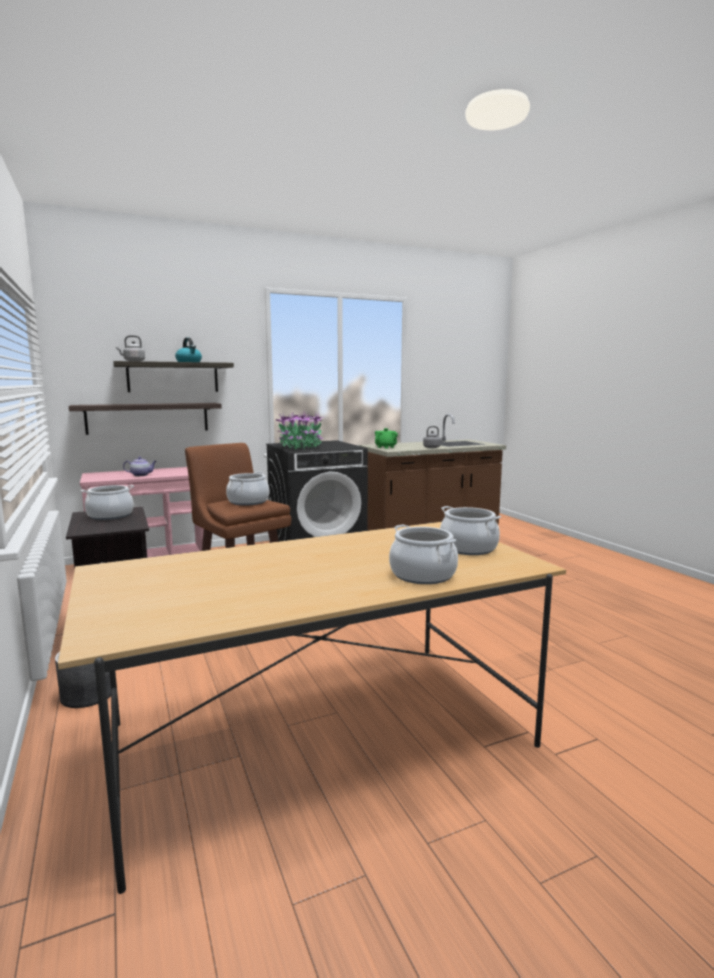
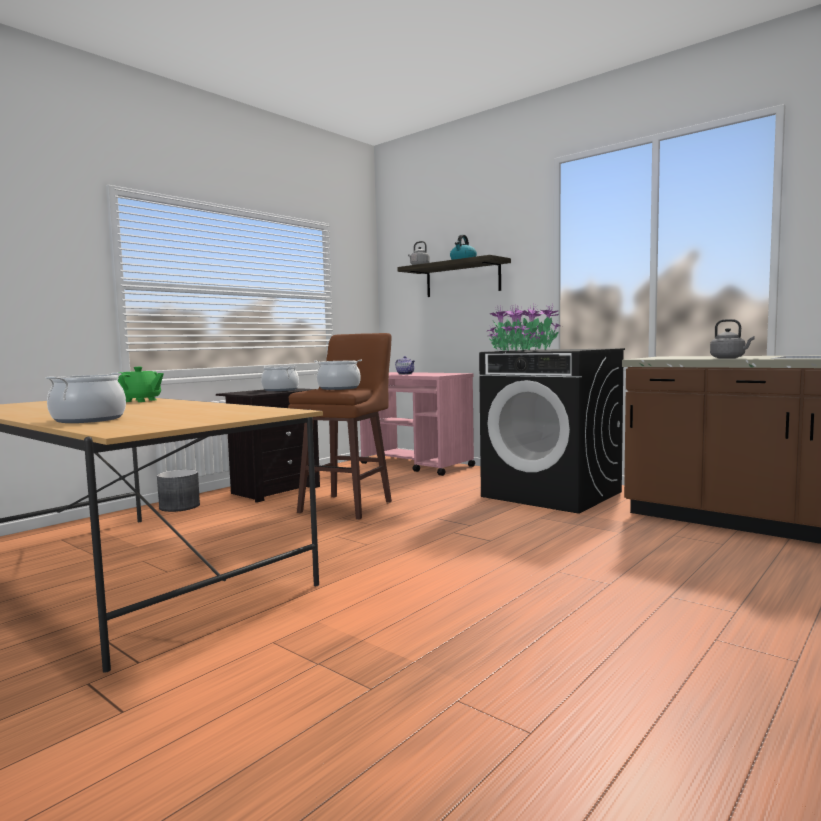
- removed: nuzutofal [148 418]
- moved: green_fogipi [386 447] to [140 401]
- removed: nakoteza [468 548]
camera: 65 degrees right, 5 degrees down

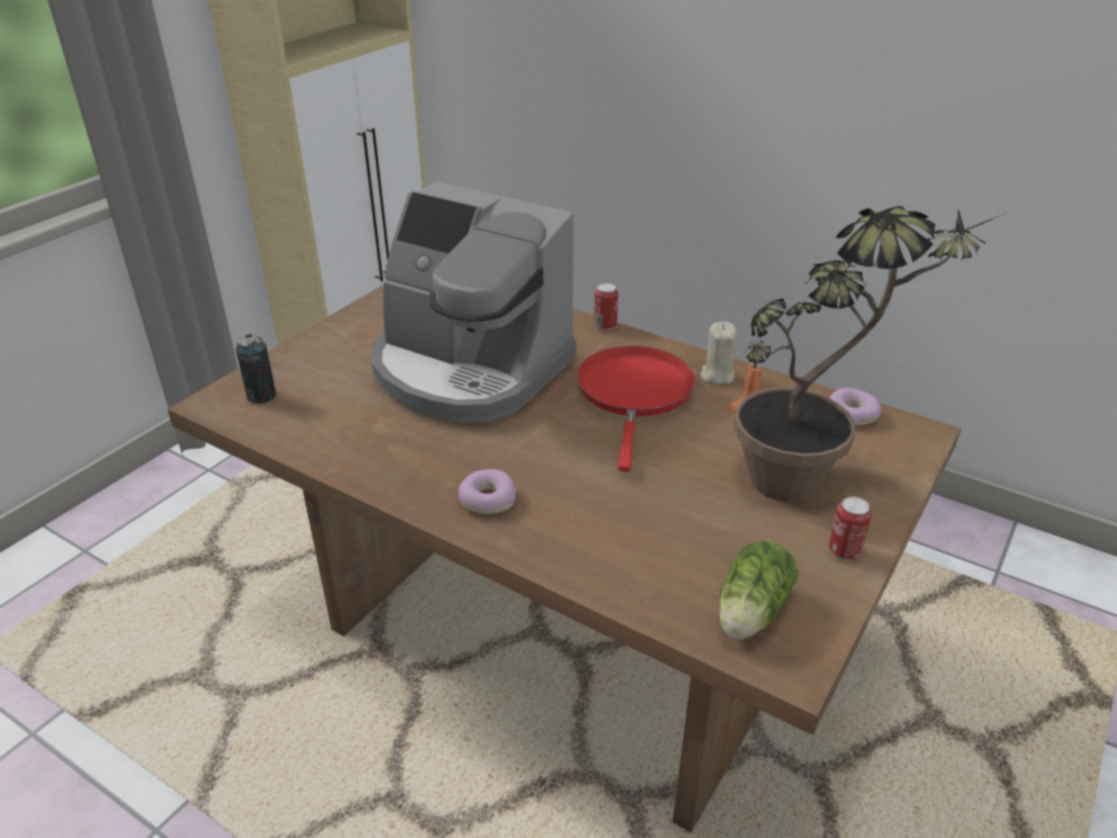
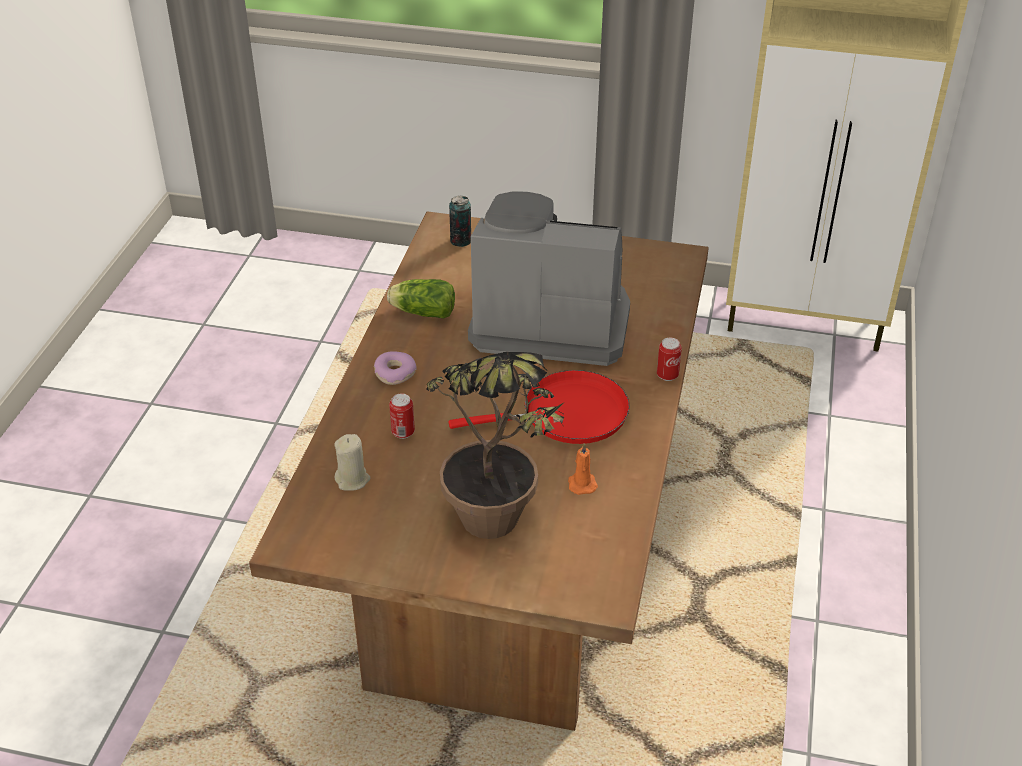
- turned: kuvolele [469 370] = [550 320] 90 degrees clockwise
- moved: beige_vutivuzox [717 376] to [352 480]
- moved: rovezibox [749 614] to [421 312]
- moved: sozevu [844 551] to [403 432]
- removed: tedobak [852 414]
camera: 70 degrees right, 5 degrees up

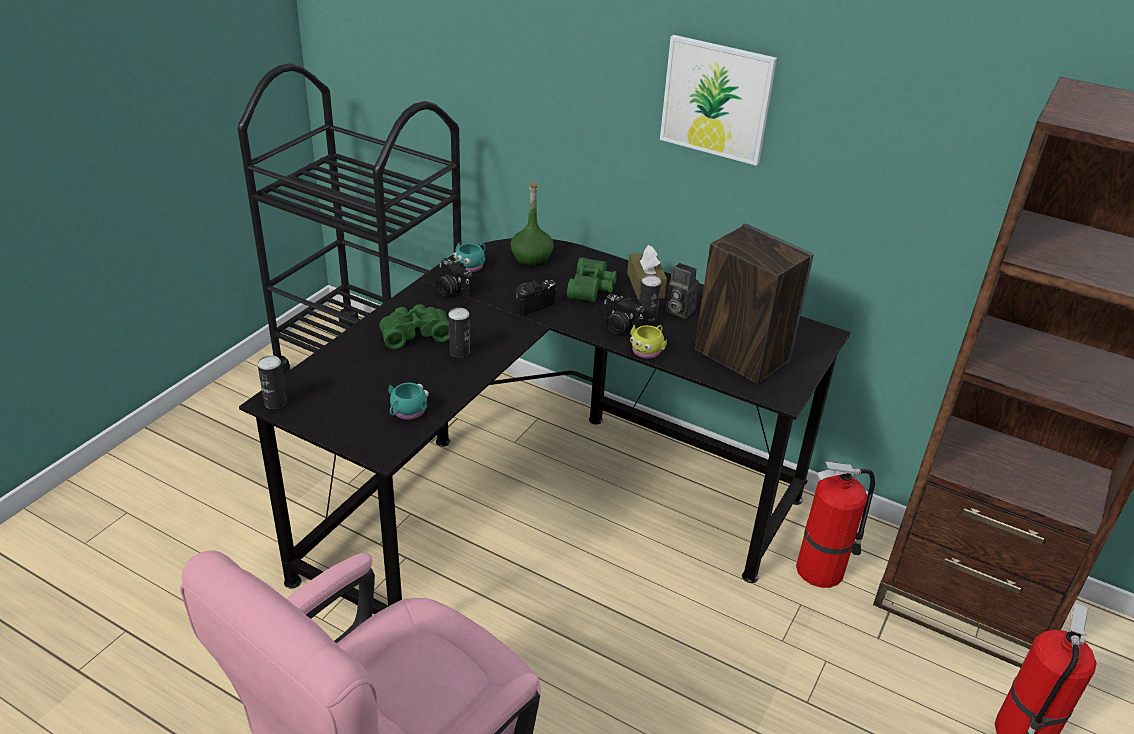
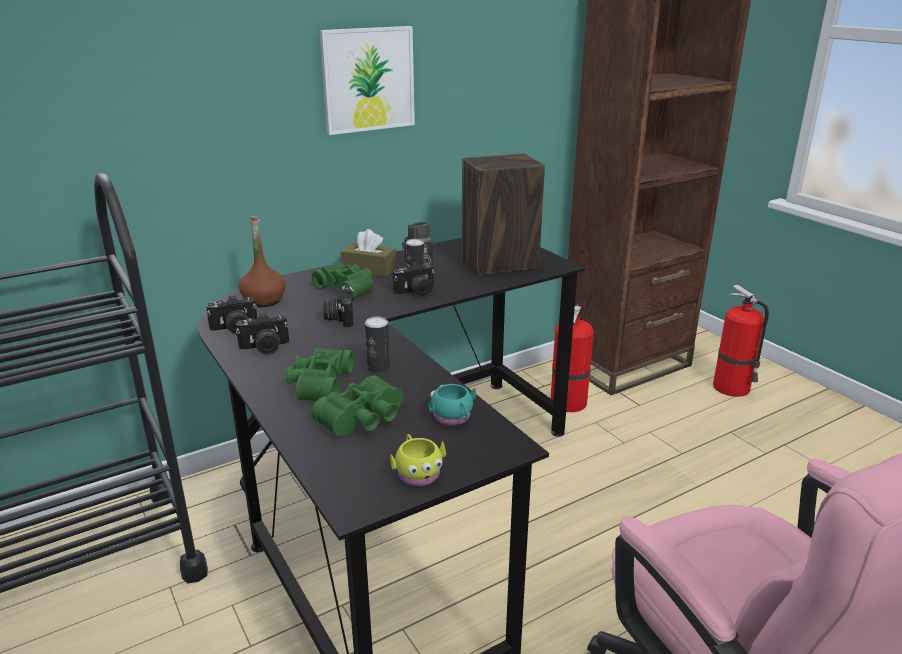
- removed: sozevu [275 402]
- replaced: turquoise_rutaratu [471 265] to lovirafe [234 329]
- recoloured: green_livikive [531 258] to brown_livikive [264 300]
- moved: yellow_rutaratu [648 349] to [417 472]
- added: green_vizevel [364 419]
camera: 60 degrees left, 10 degrees down

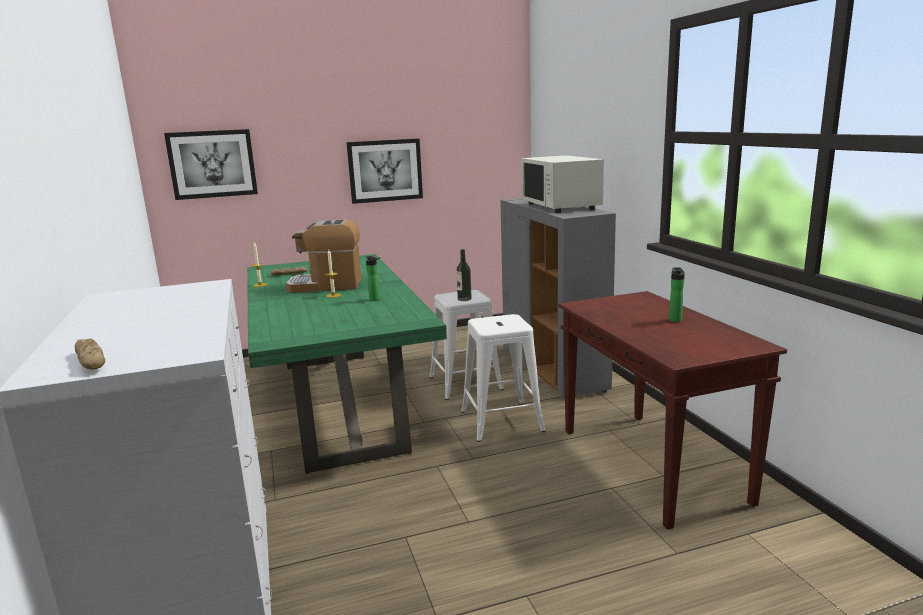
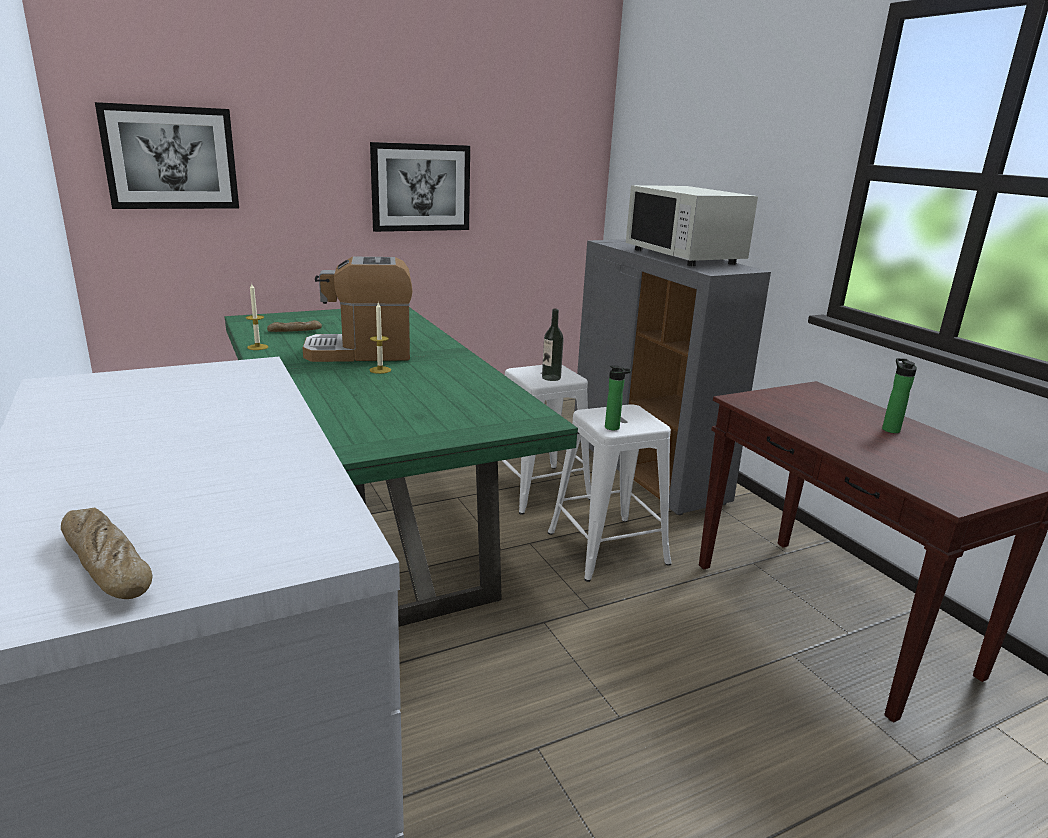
- moved: livikive [375 300] to [614 428]
camera: 10 degrees left, 5 degrees up

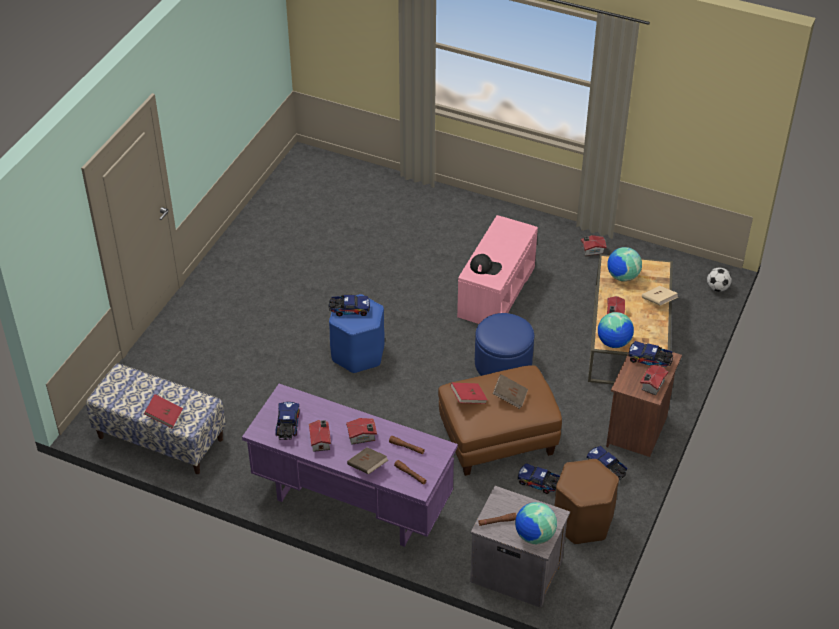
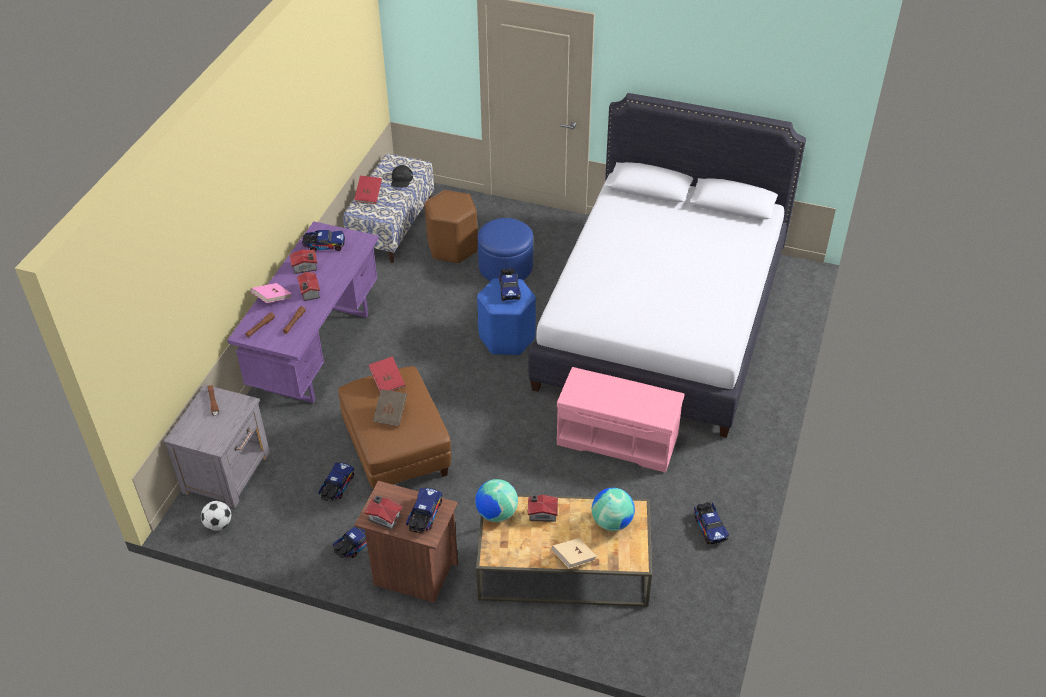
- recoloured: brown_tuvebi [367 466] to pink_tuvebi [272 299]
- moved: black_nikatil [485 267] to [401 179]
- moved: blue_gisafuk [503 363] to [505 267]
- removed: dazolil [534 535]
- moved: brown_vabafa [583 521] to [453 248]
- replaced: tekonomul [591 250] to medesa [709 527]
- moved: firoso [717 288] to [218 524]
- added: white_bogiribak [661 320]
camera: 85 degrees right, 0 degrees up

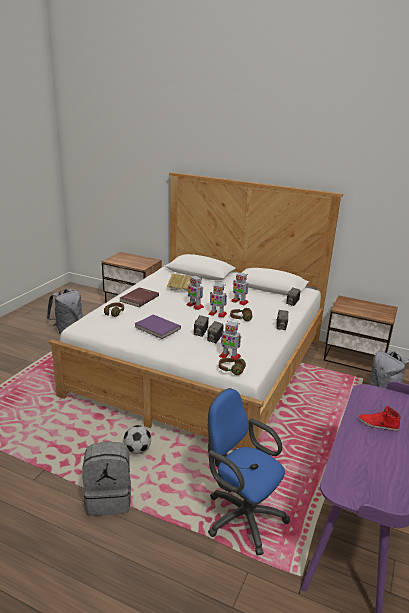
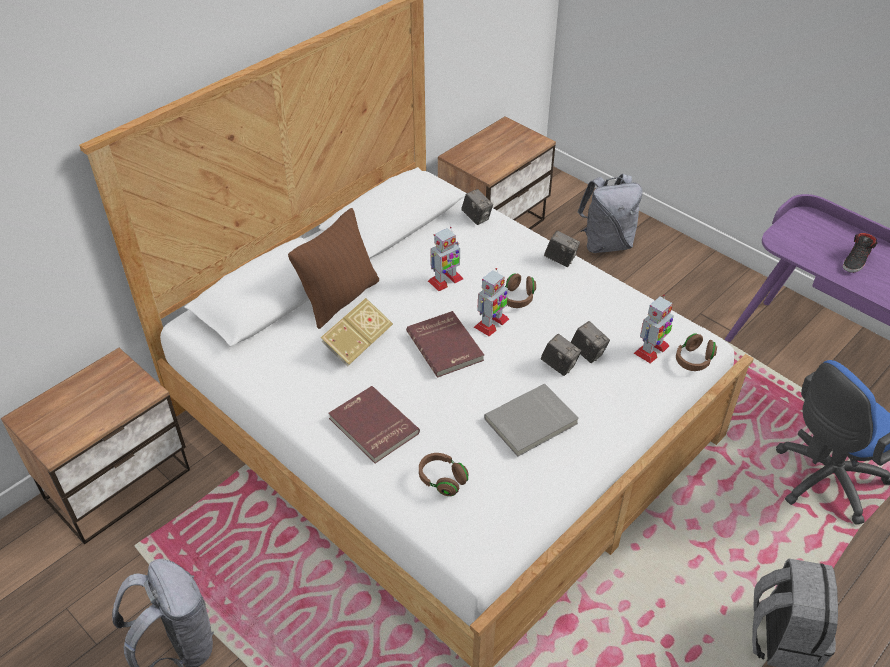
- removed: firoso [137 450]
- recoloured: purple_tuvebi [157 328] to grey_tuvebi [532 422]
- replaced: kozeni [194 306] to red_tuvebi [446 345]
- recoloured: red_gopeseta [378 425] to black_gopeseta [856 260]
- added: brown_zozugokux [340 299]
camera: 70 degrees left, 20 degrees up

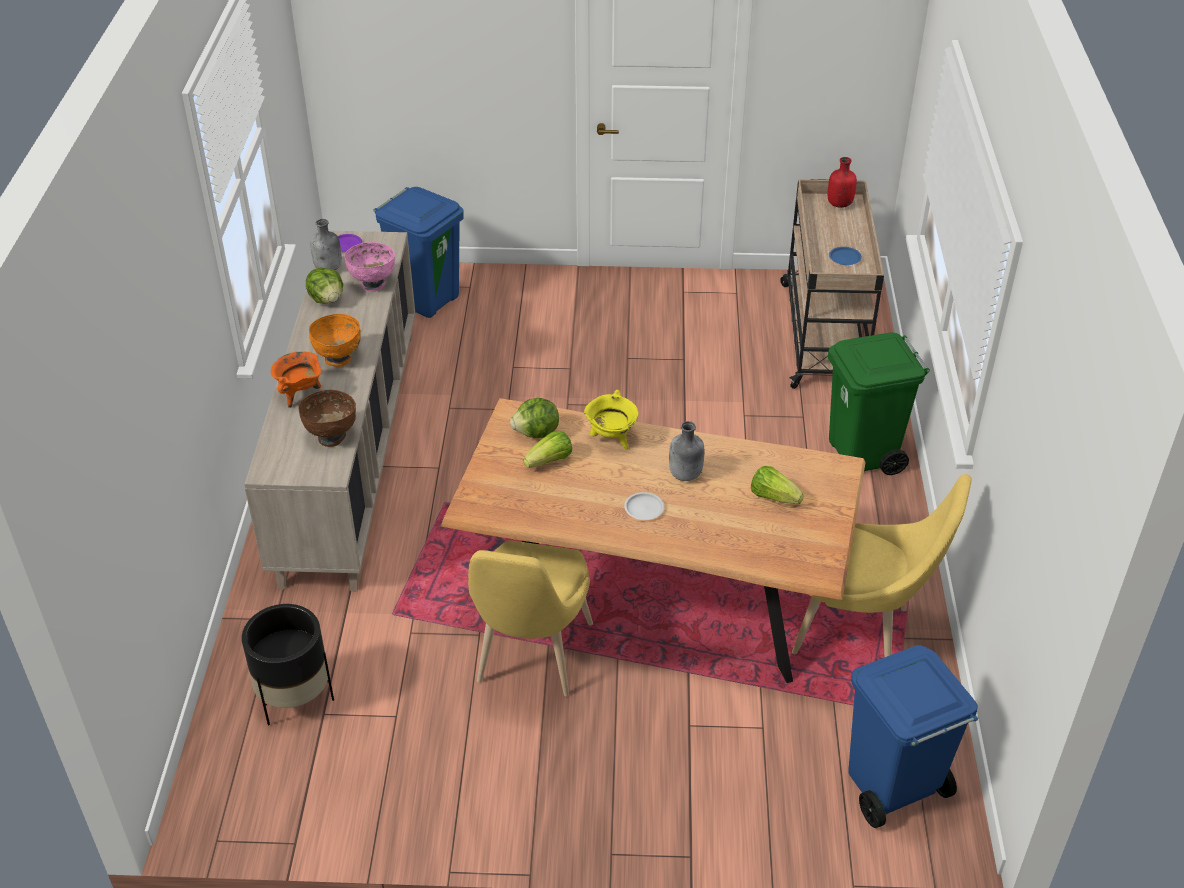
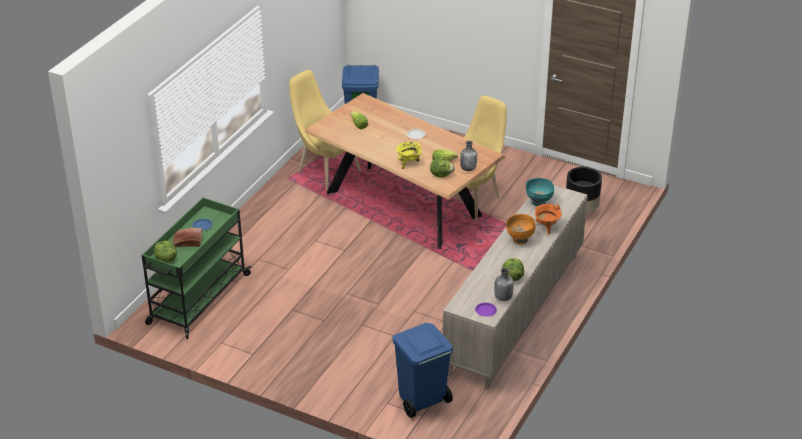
- recoloured: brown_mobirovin [332 437] to turquoise_mobirovin [538 203]
- removed: pink_mobirovin [373 284]
- moved: grey_livikive [685 475] to [468 168]
- recoloured: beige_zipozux [824 334] to green_zipozux [198 300]
- replaced: red_livikive [839 204] to rovezibox [165 259]
- removed: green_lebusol [863 454]
- added: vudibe [187 243]
camera: 155 degrees left, 5 degrees down

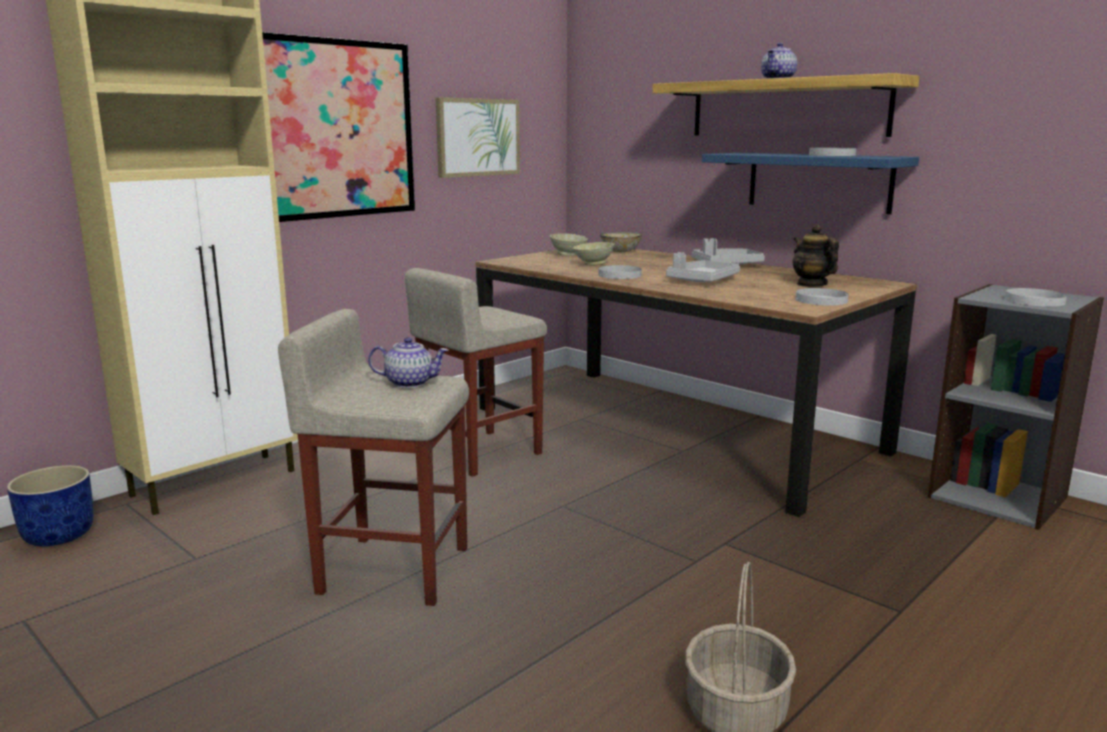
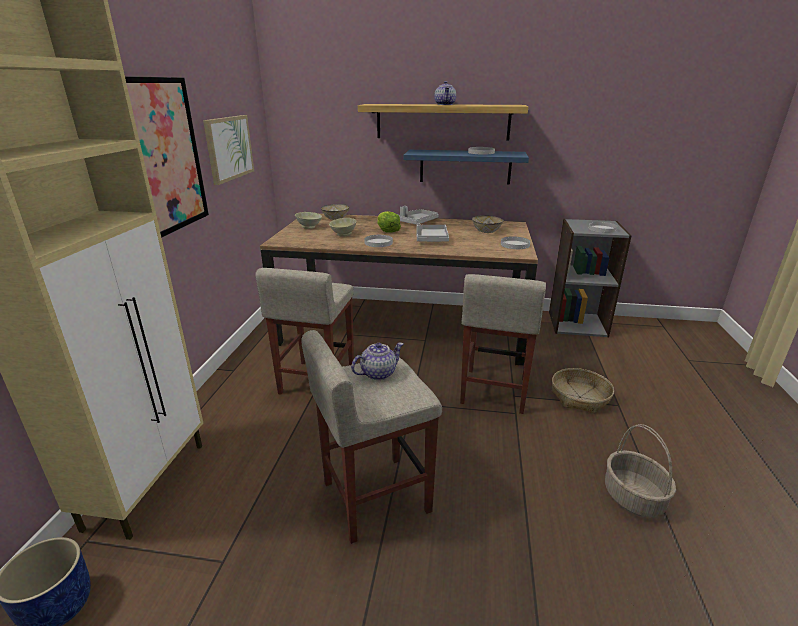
- replaced: fogipi [811 284] to mobirovin [486 232]
- added: rovezibox [387 230]
- added: beige_vabafa [494 391]
- added: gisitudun [579 397]
camera: 35 degrees left, 10 degrees up

